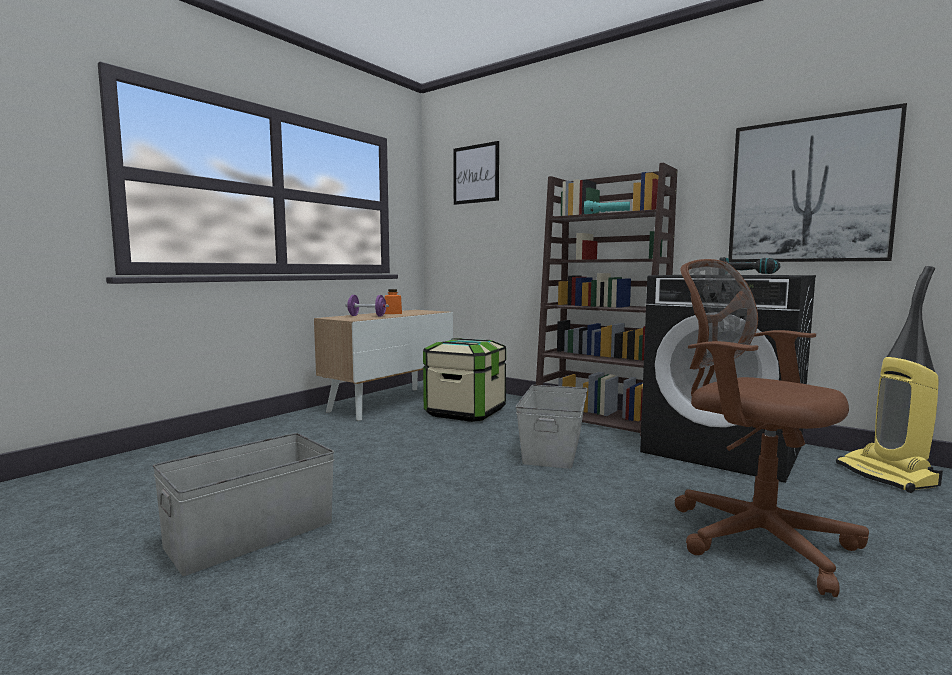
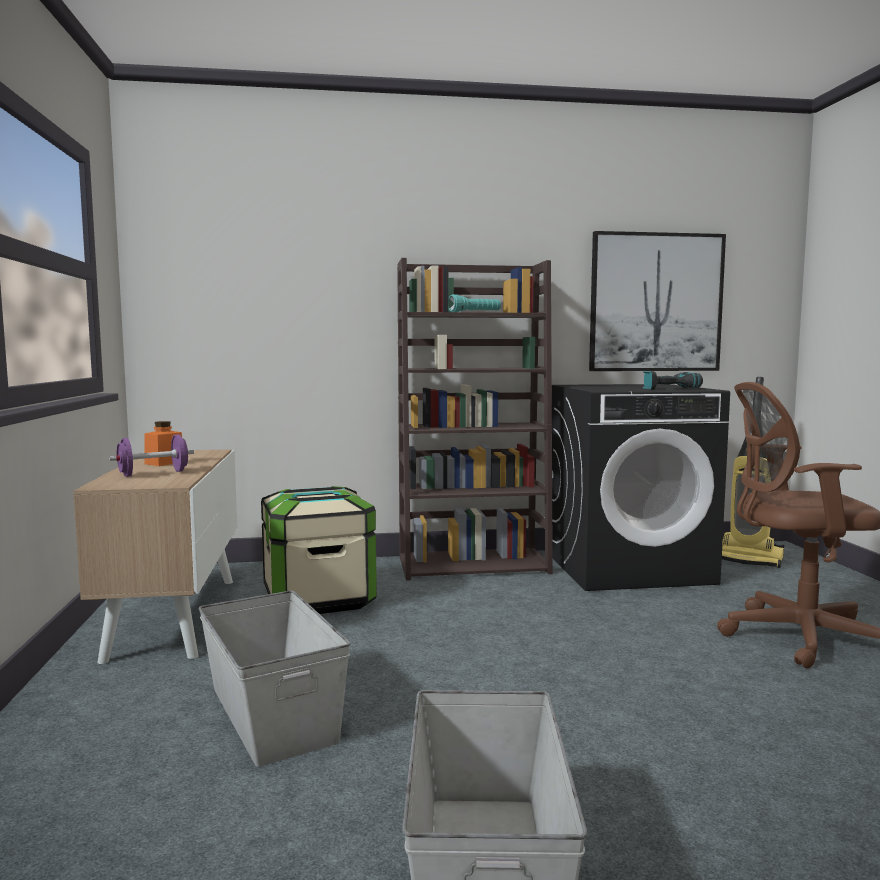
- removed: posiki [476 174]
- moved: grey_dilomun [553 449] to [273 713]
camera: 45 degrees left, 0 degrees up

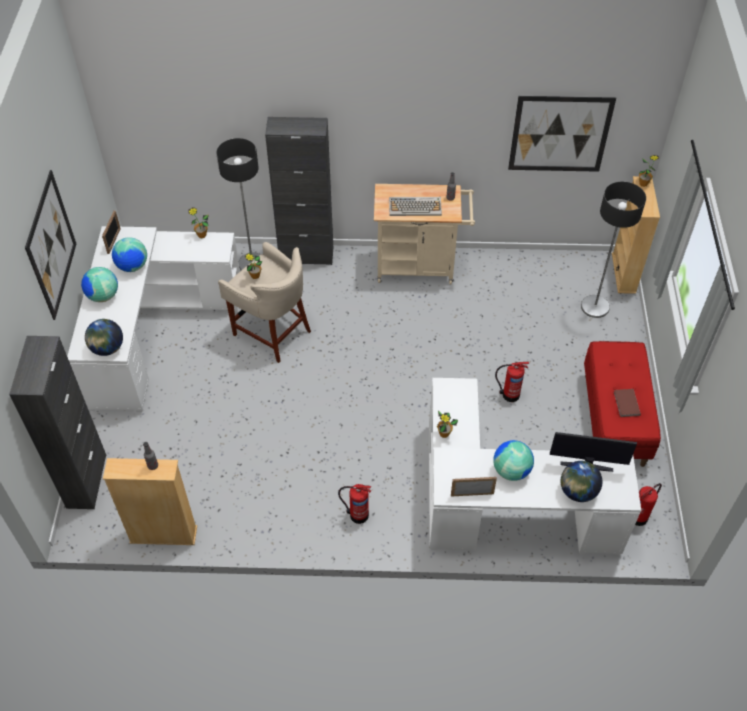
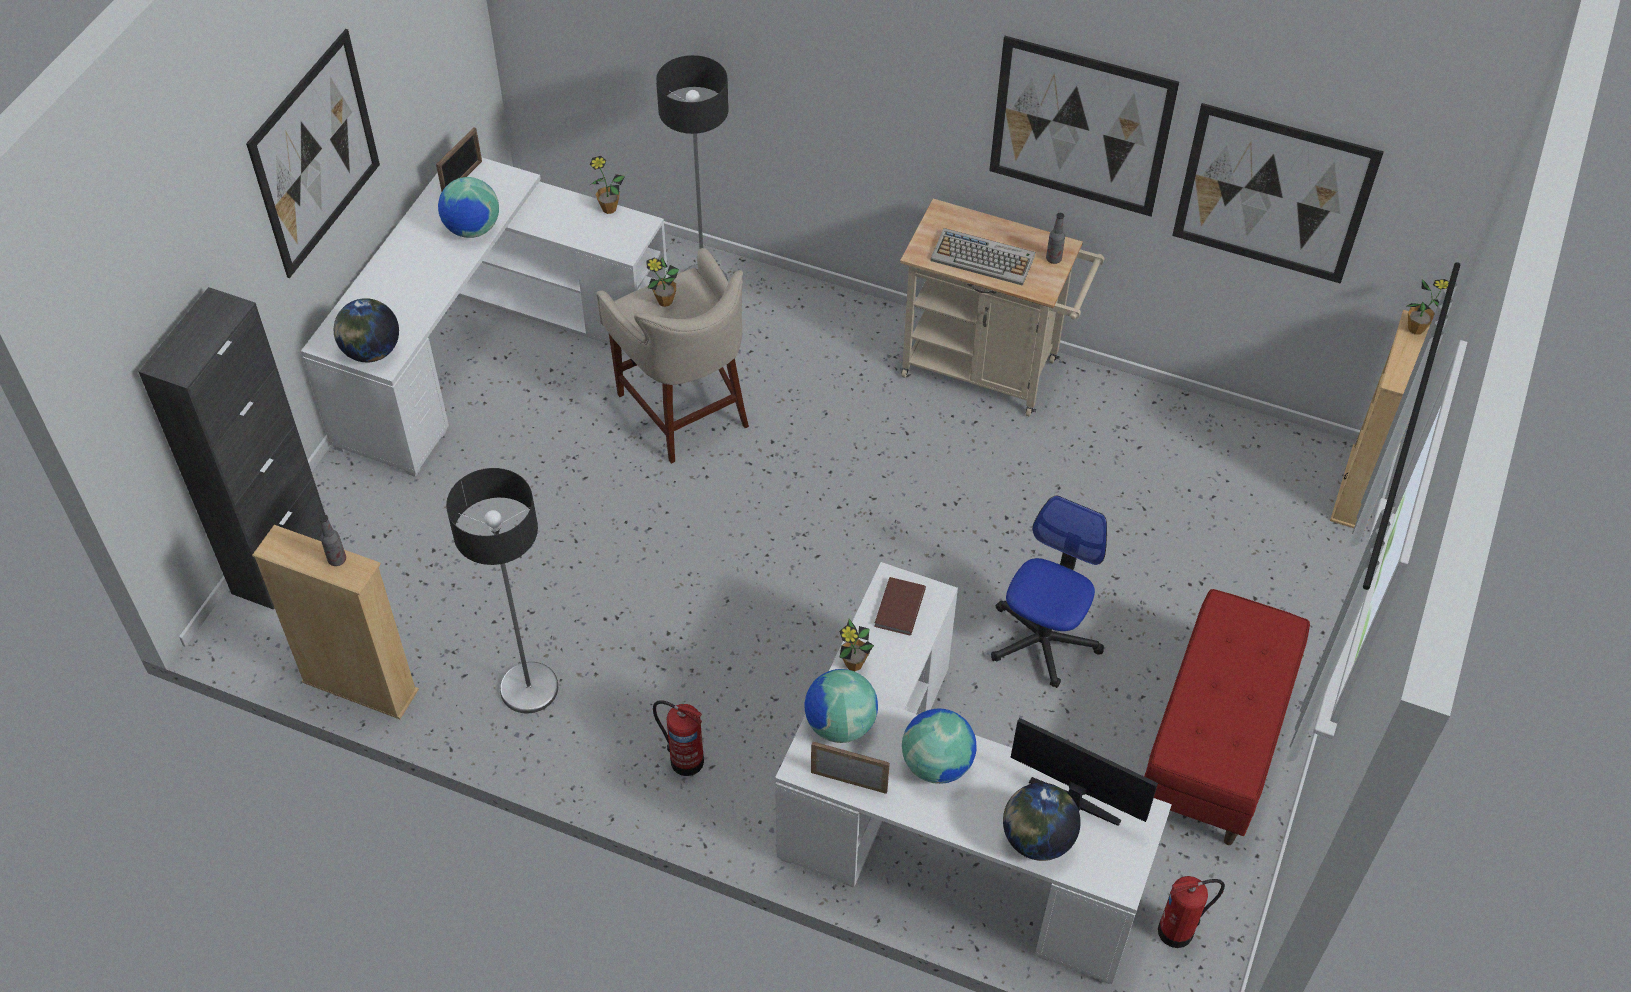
- moved: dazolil [103 296] to [839 724]
- removed: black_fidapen [306 255]
- replaced: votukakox [509 394] to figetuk [1043 640]
- moved: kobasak [594 306] to [529 688]
- moved: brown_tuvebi [626 404] to [898 608]
- added: posiki [1080 127]
camera: 20 degrees right, 0 degrees up

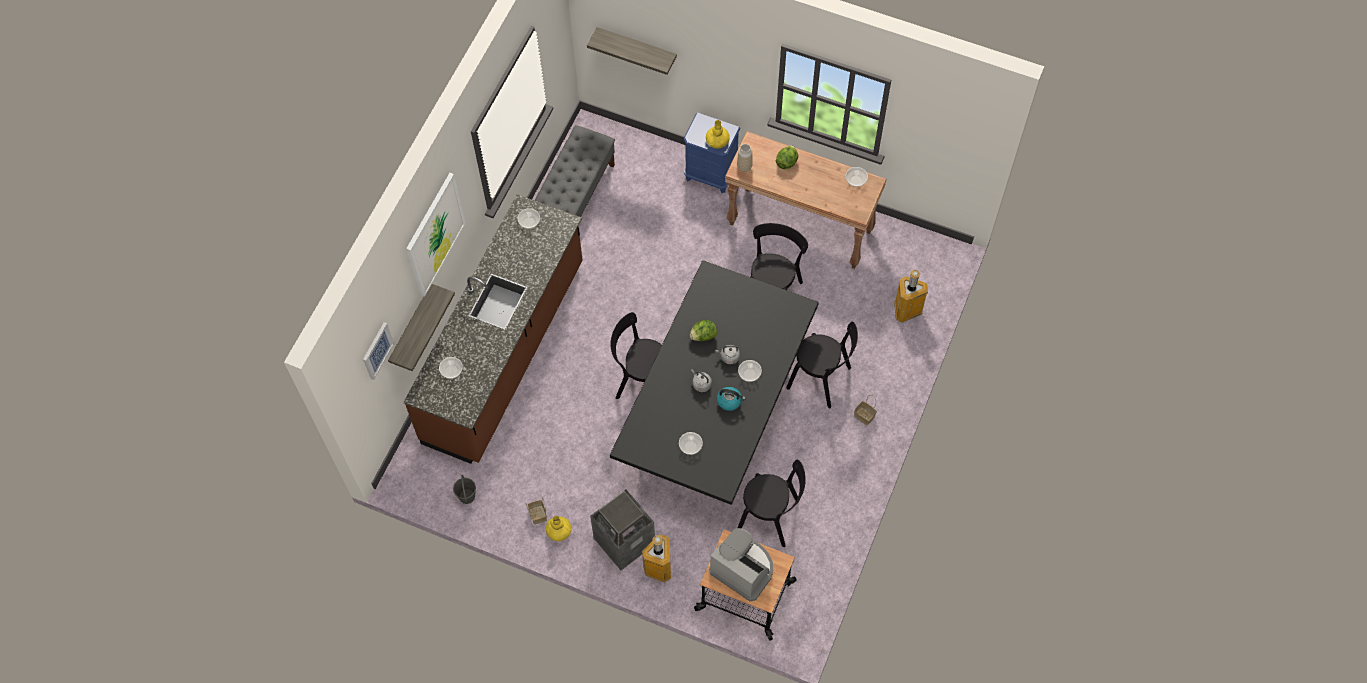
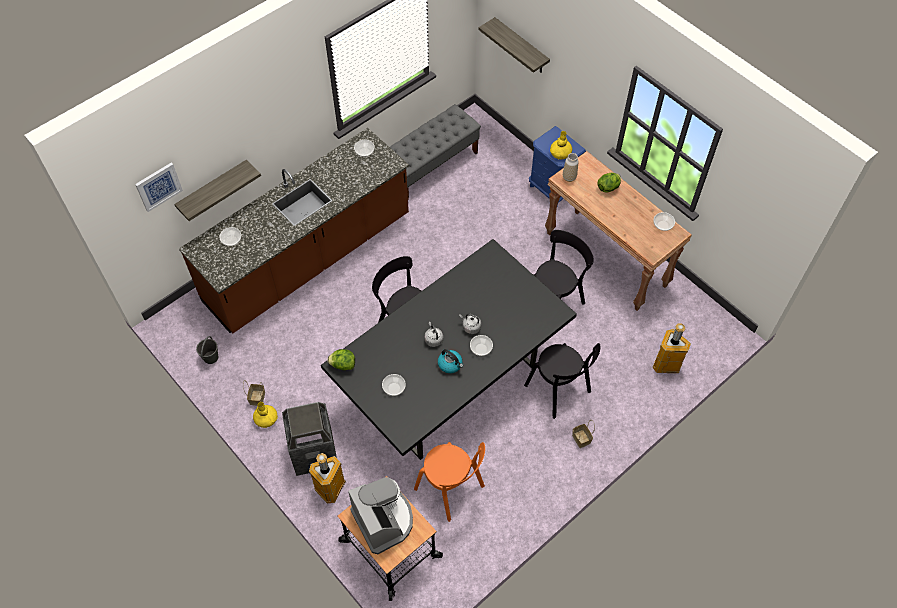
- removed: posiki [434 234]
- moved: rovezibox [703 336] to [343 364]
- recoloured: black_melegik [771 517] to orange_melegik [451 489]
camera: 25 degrees right, 5 degrees down

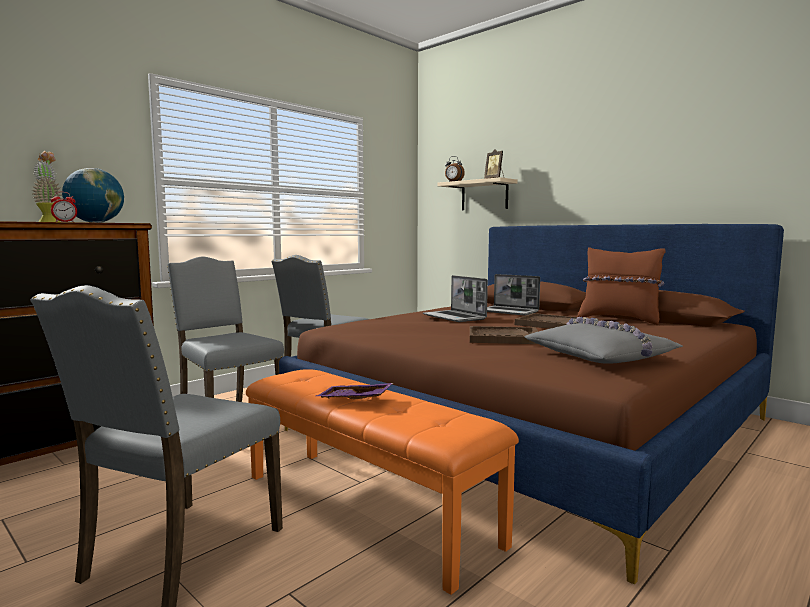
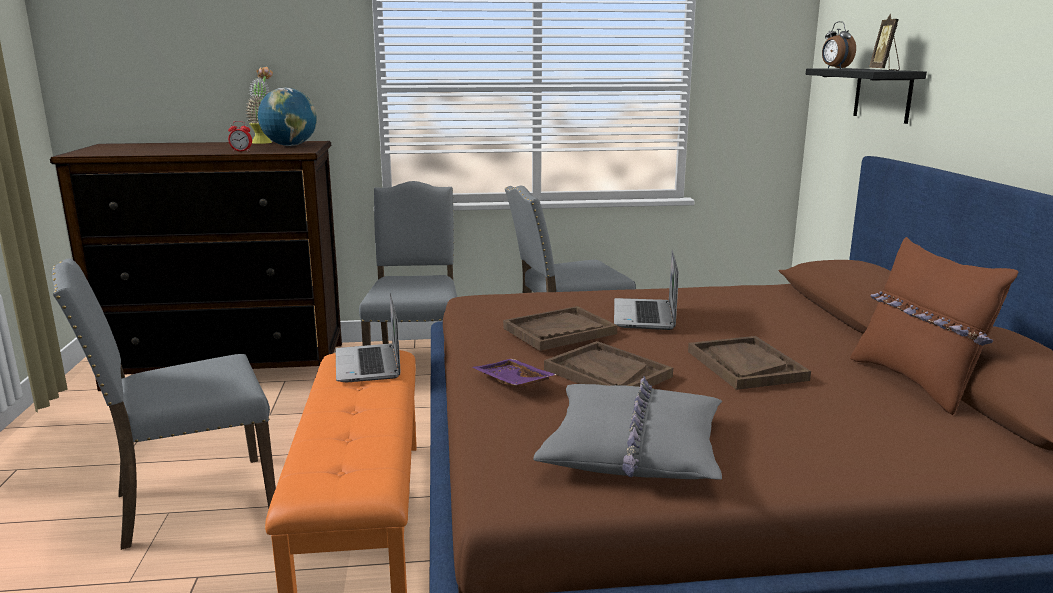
- moved: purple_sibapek [354 400] to [511 383]
- recoloured: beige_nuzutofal [484 195] to black_nuzutofal [882 94]
- moved: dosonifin [509 312] to [369 365]
- added: brown_sibapek [559 331]
camera: 40 degrees right, 10 degrees up

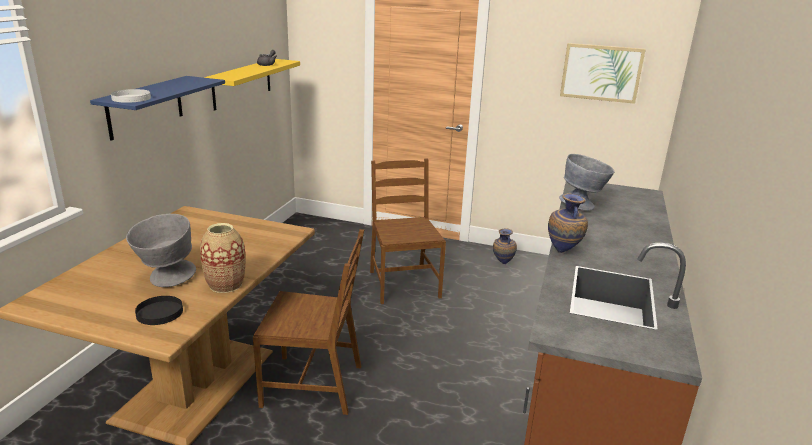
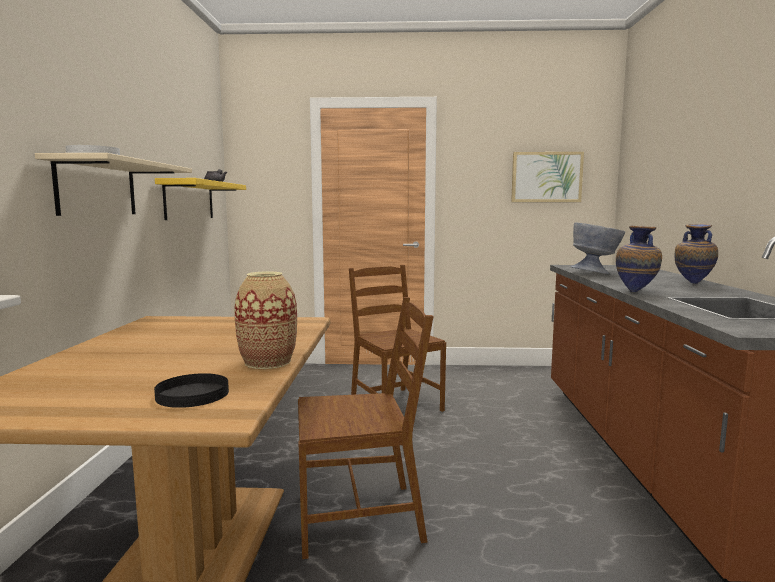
- recoloured: blue_nuzutofal [145 107] to beige_nuzutofal [97 188]
- removed: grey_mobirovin [166 280]
- moved: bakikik [502 264] to [692 284]
camera: 15 degrees left, 15 degrees down

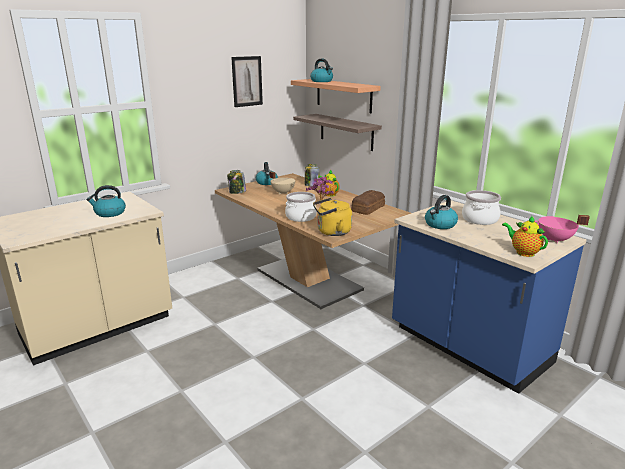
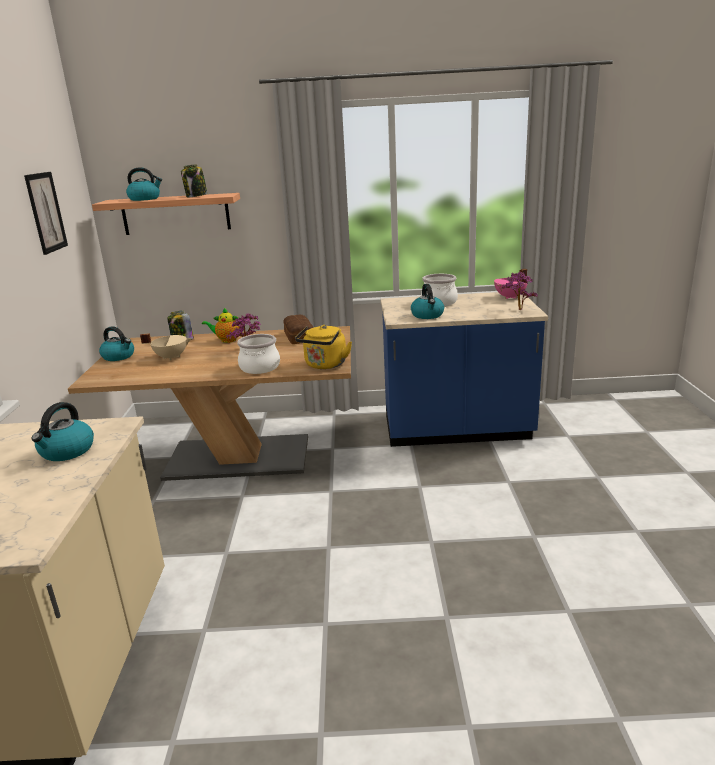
- moved: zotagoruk [237 192] to [196 196]
- removed: nuzutofal [346 132]
- replaced: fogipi [523 252] to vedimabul [518 310]
camera: 50 degrees left, 0 degrees up

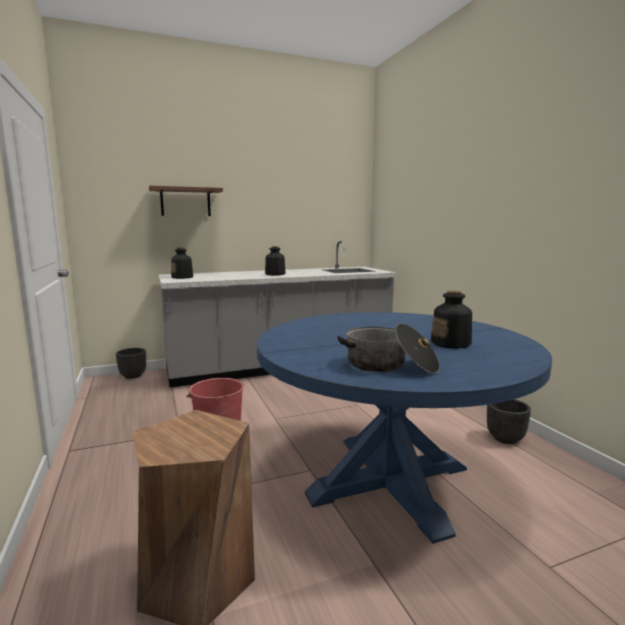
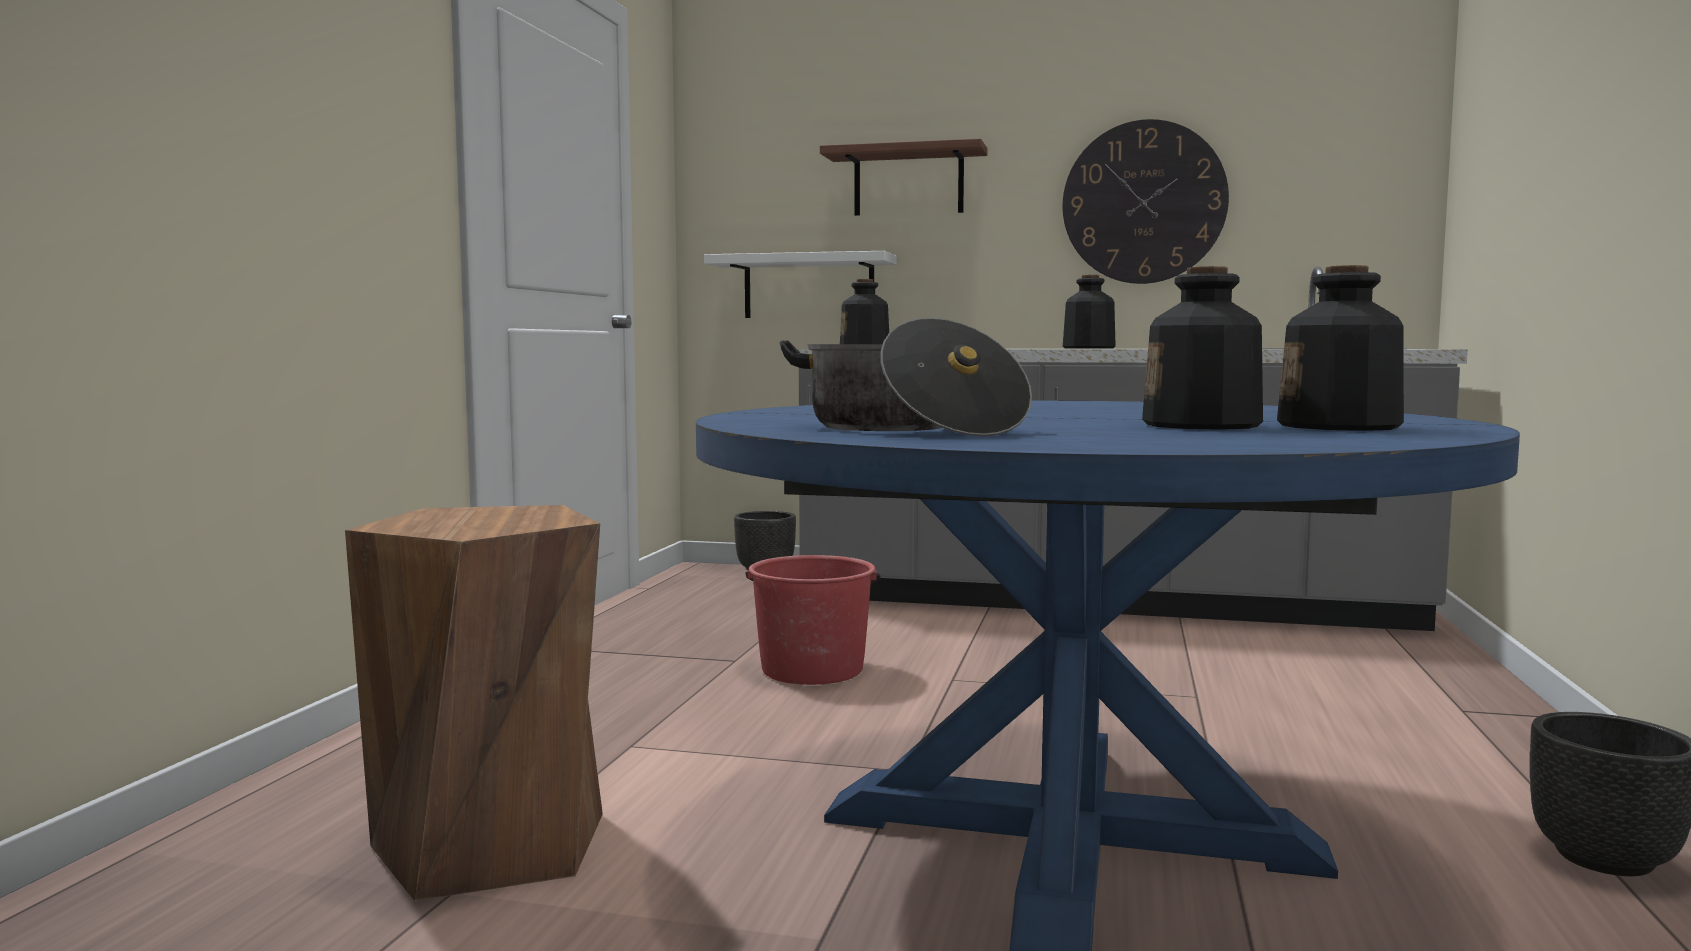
- added: white_nuzutofal [808 287]
- added: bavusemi [1144 202]
- added: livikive [1340 426]
camera: 35 degrees right, 5 degrees down

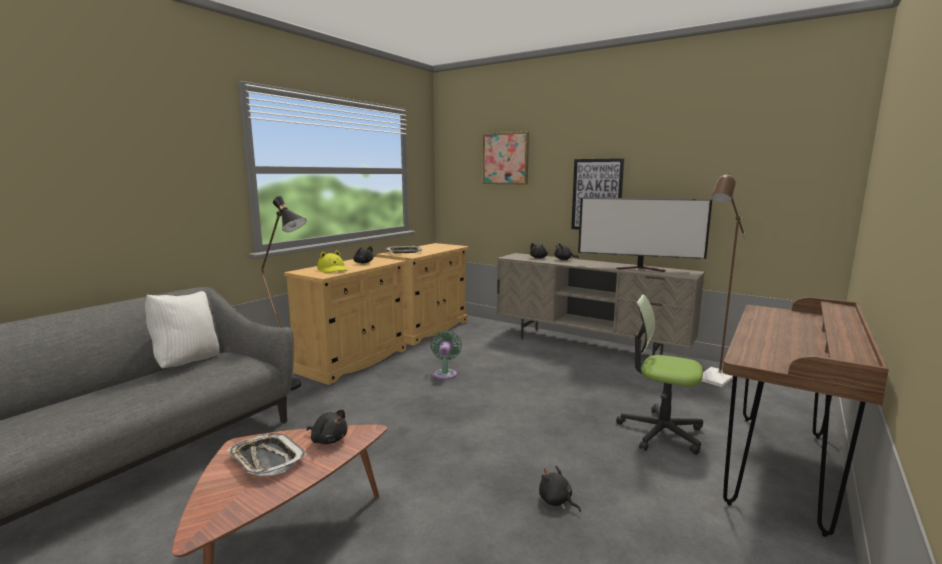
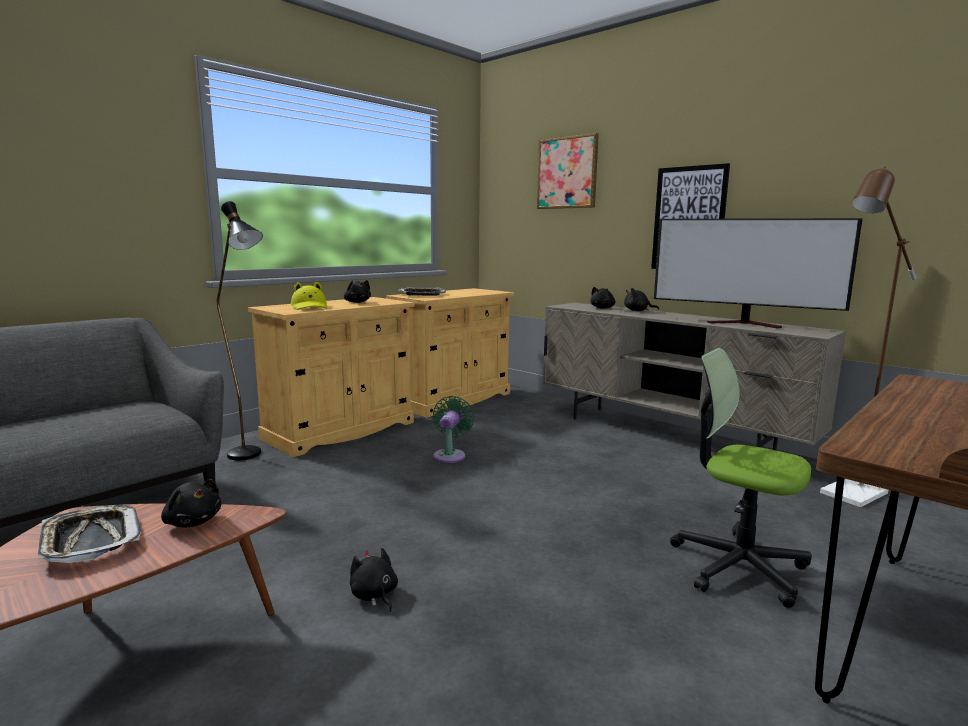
- removed: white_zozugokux [187 362]
- moved: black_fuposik [556 501] to [374 595]
camera: 10 degrees right, 0 degrees up

